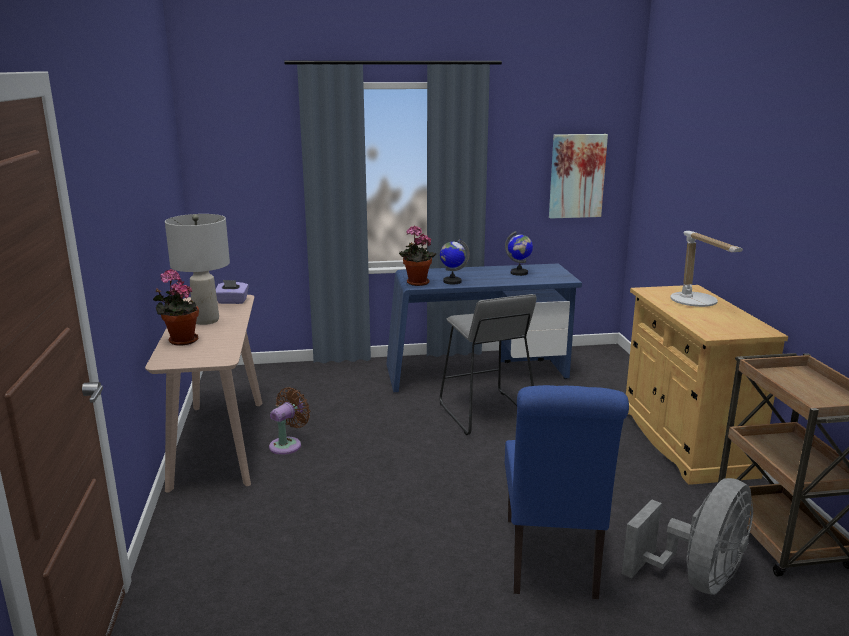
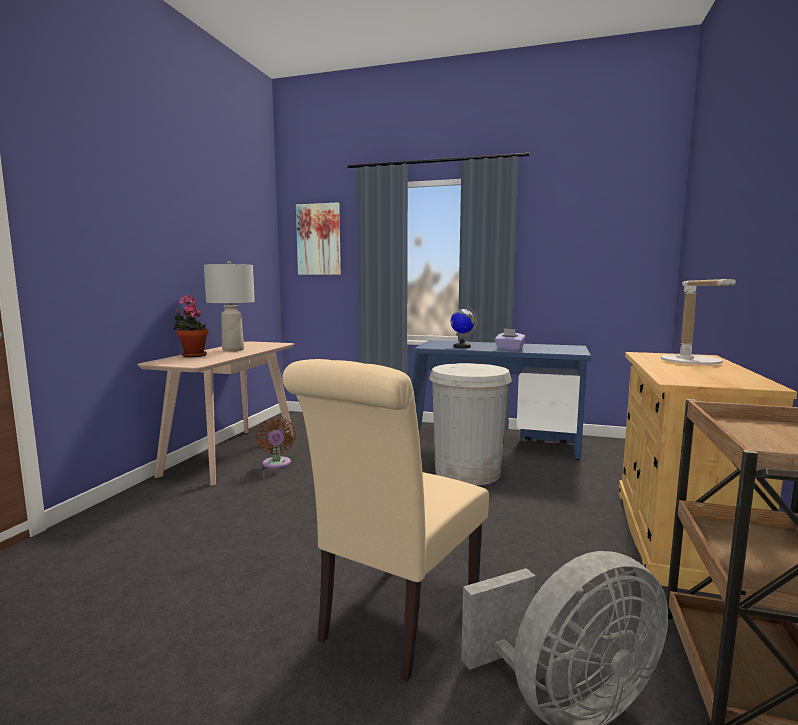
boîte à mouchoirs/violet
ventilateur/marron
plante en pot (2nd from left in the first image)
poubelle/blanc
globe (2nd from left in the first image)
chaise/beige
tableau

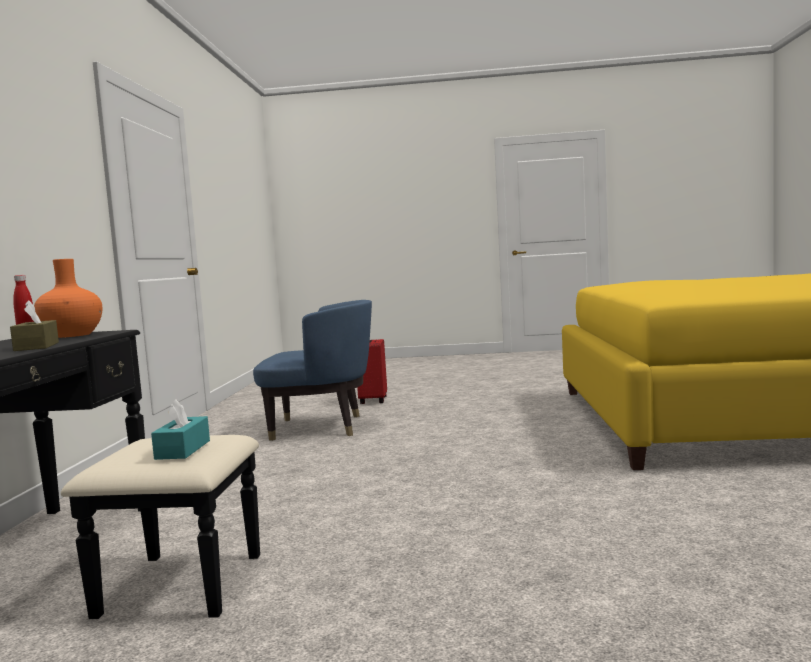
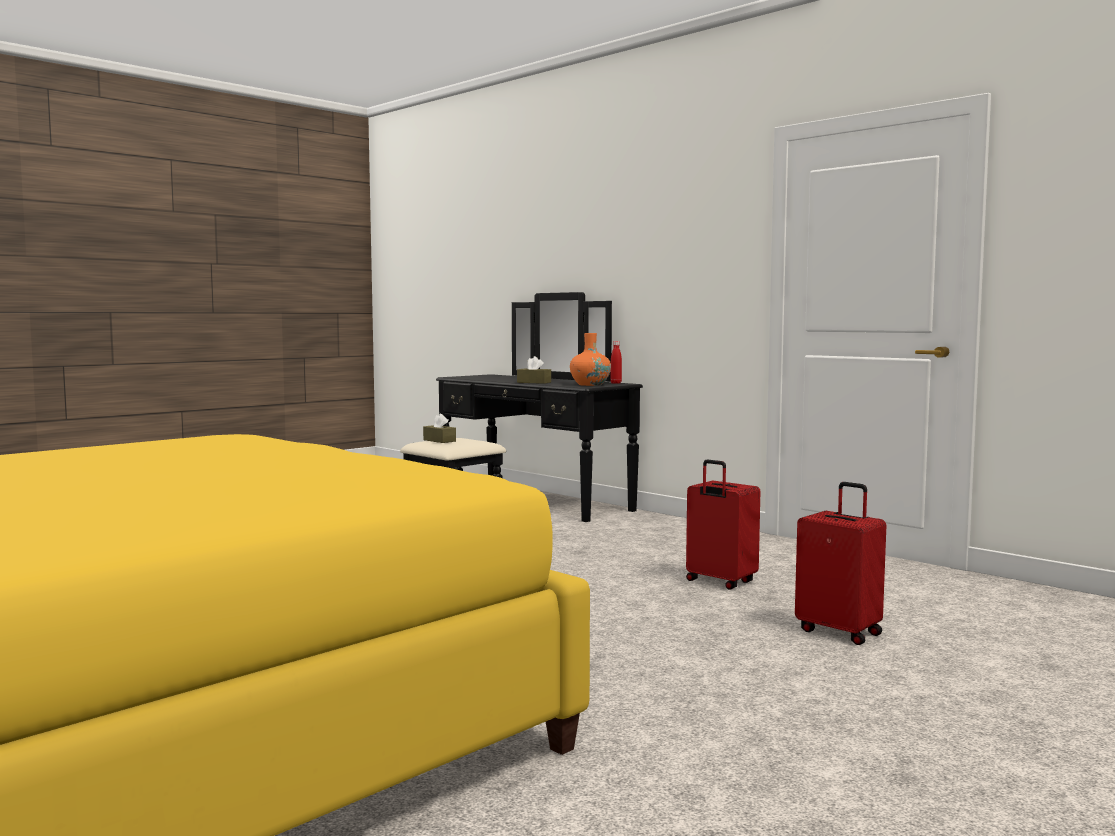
boîte à mouchoirs/marron (1st from left)
valise/rouge (1st from left)

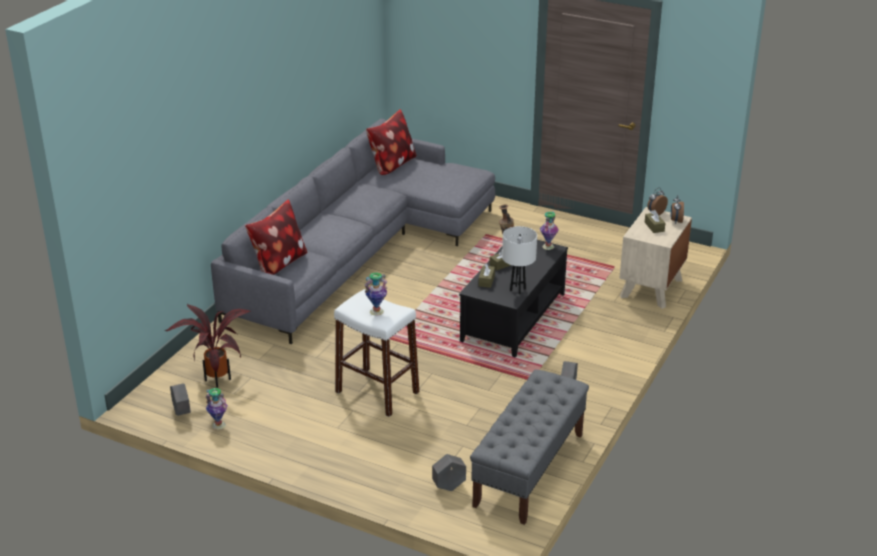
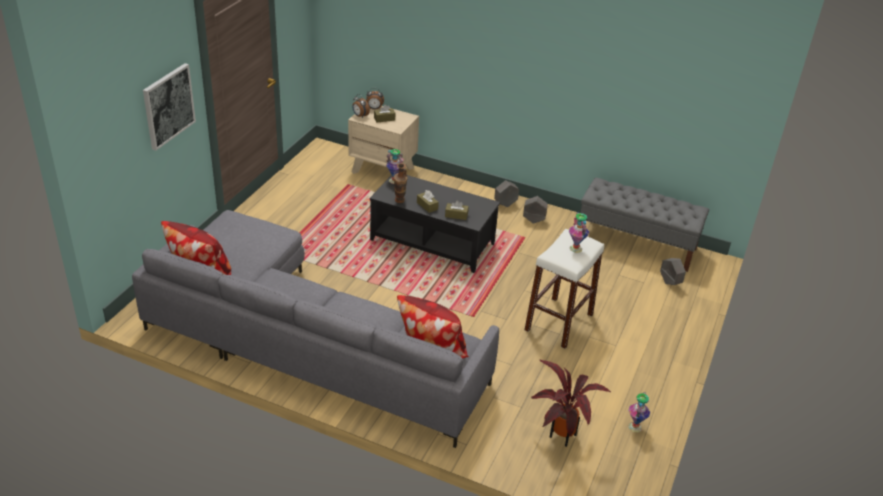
cache-pot/gris (1st from left)
lampe de table/blanc
tableau

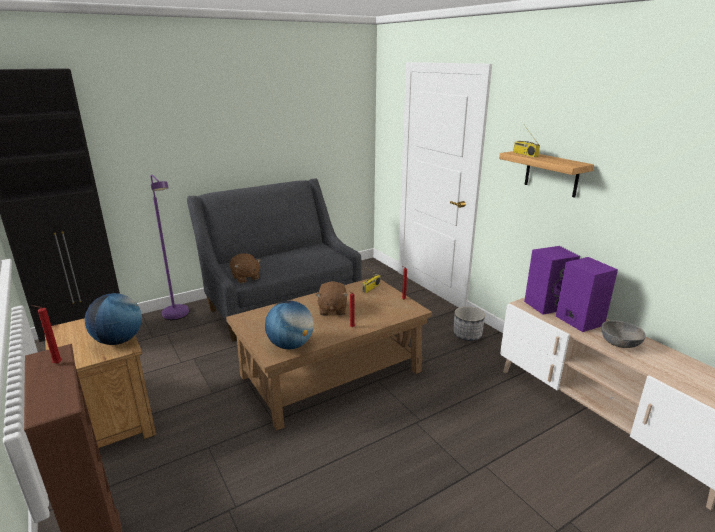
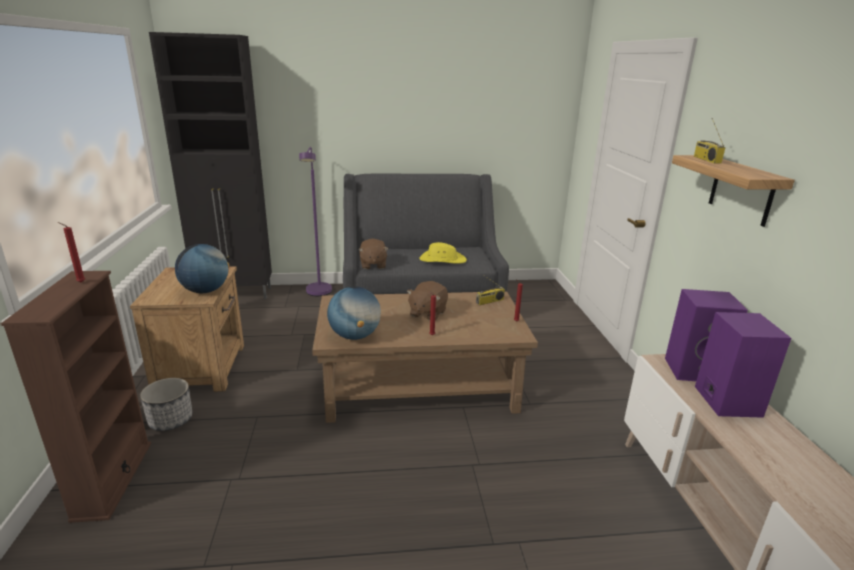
cache-pot
bol/gris
chapeau/jaune

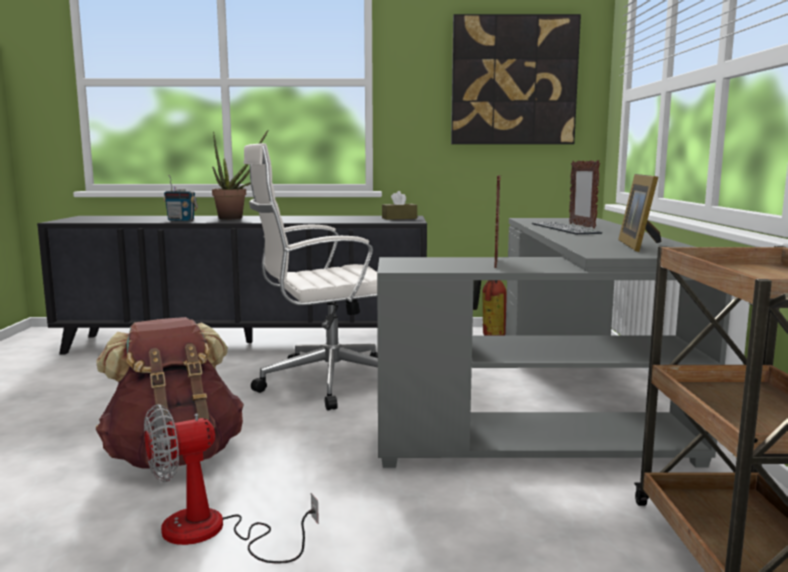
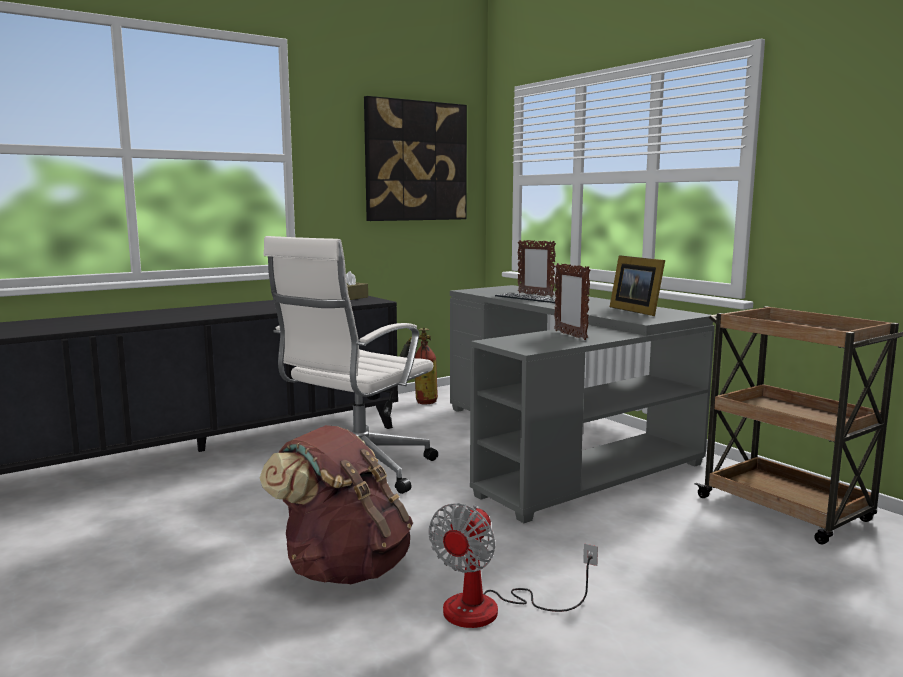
radio
plante en pot

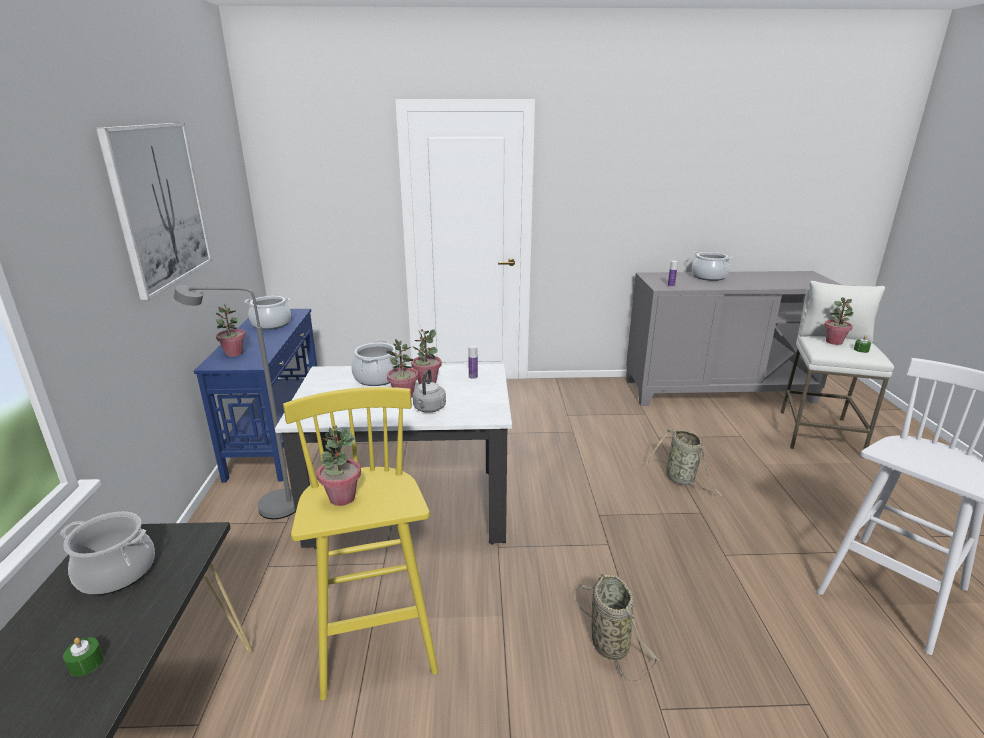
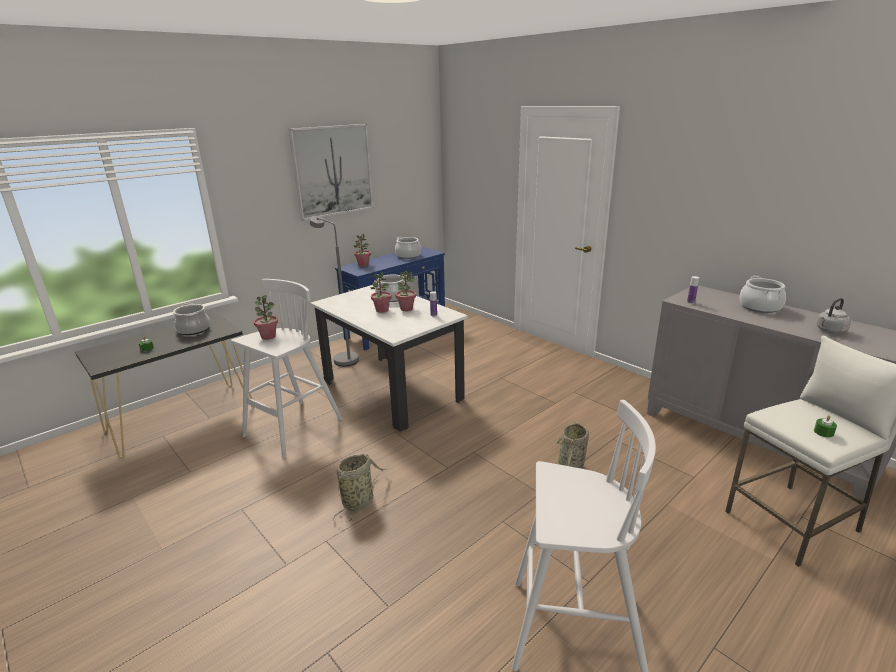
tabouret/blanc (1st from left)
bouilloire/gris
plante en pot (5th from left in the first image)

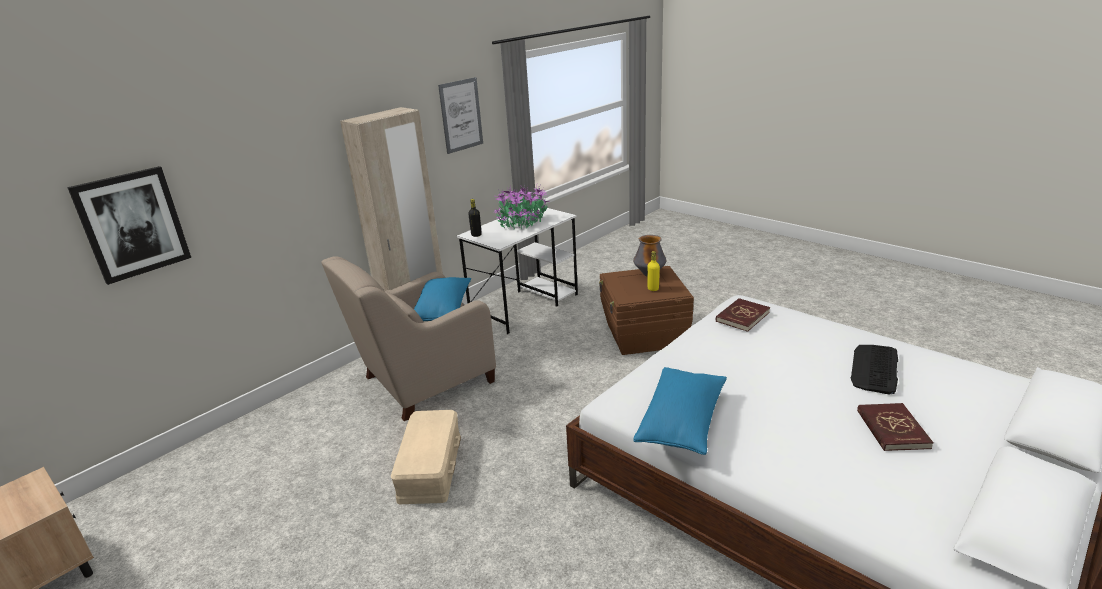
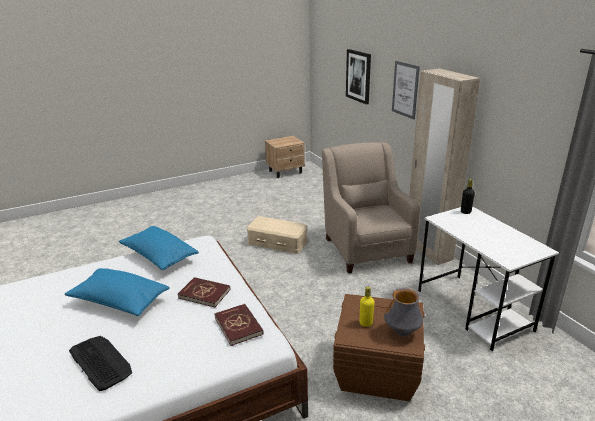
coussin/bleu (1st from left)
tableau (2nd from left)
plante en pot
livre/rouge (1st from left)

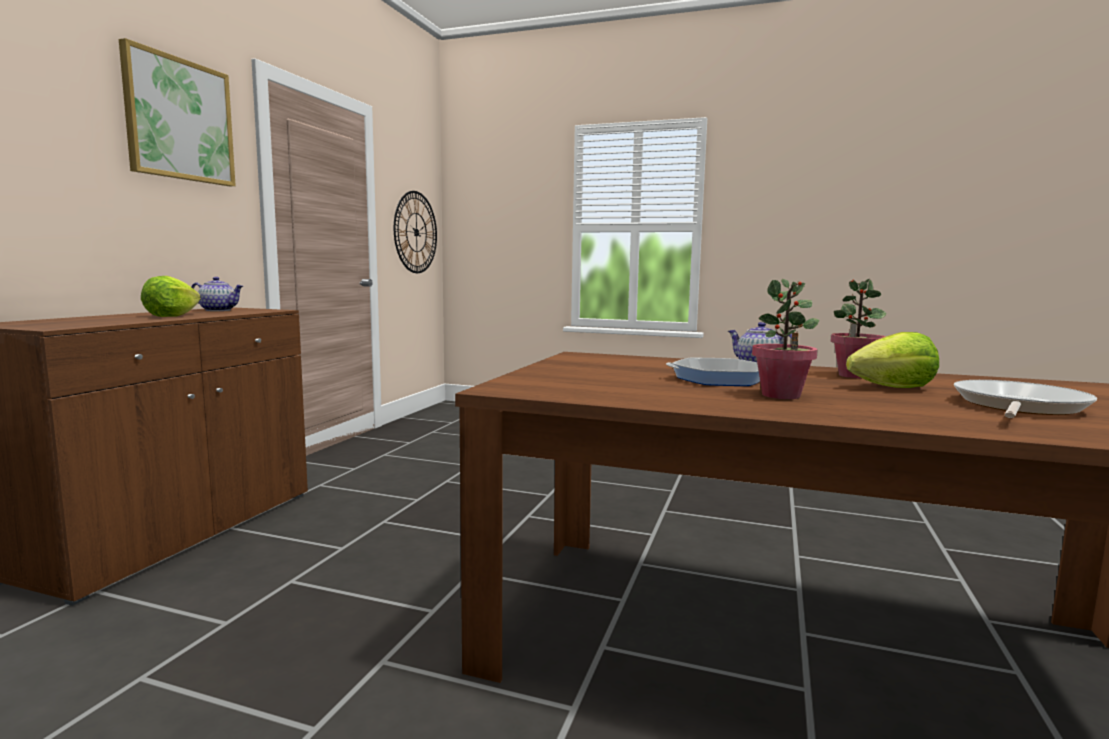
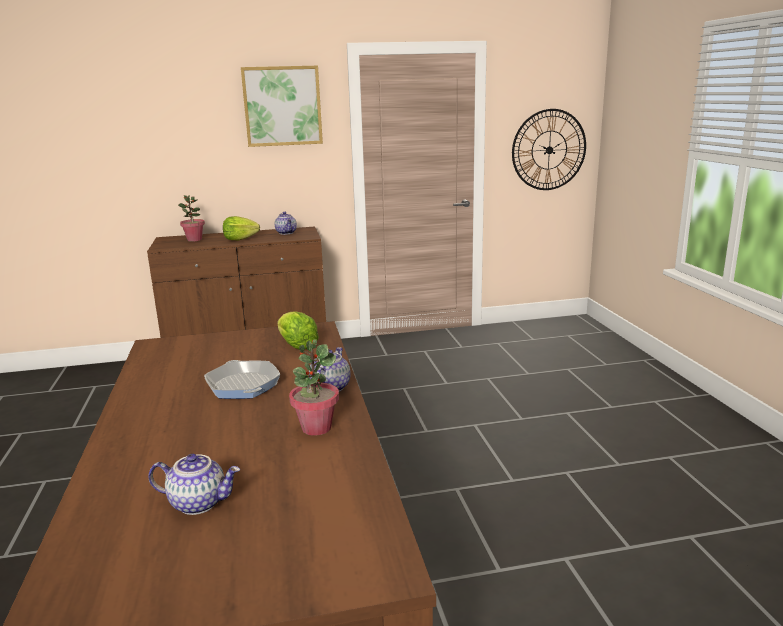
plante en pot (1st from left)
laitue (2nd from left)
théière (1st from left)

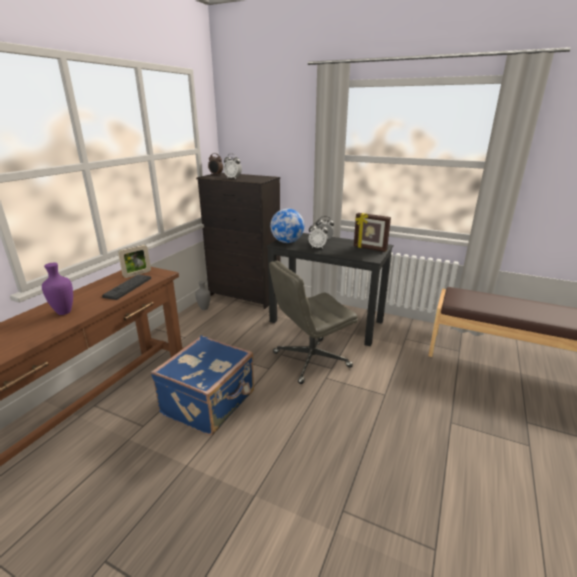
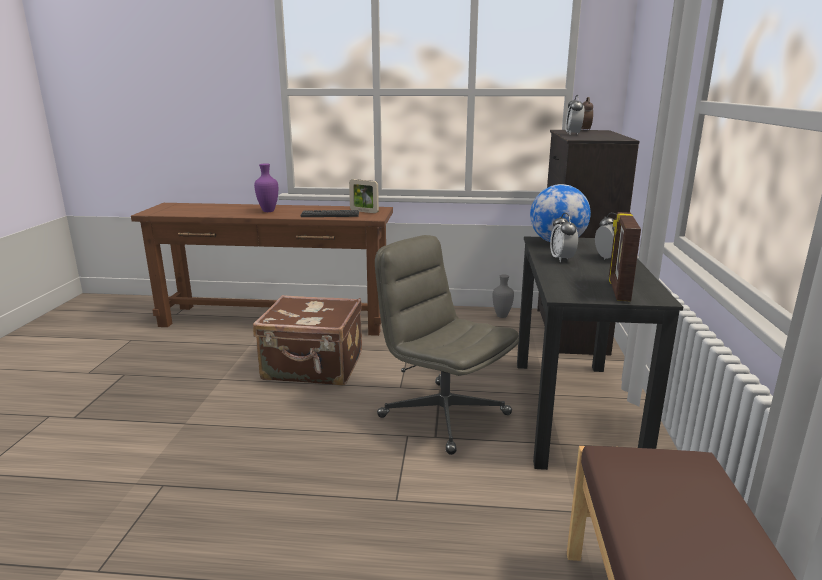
valise/marron

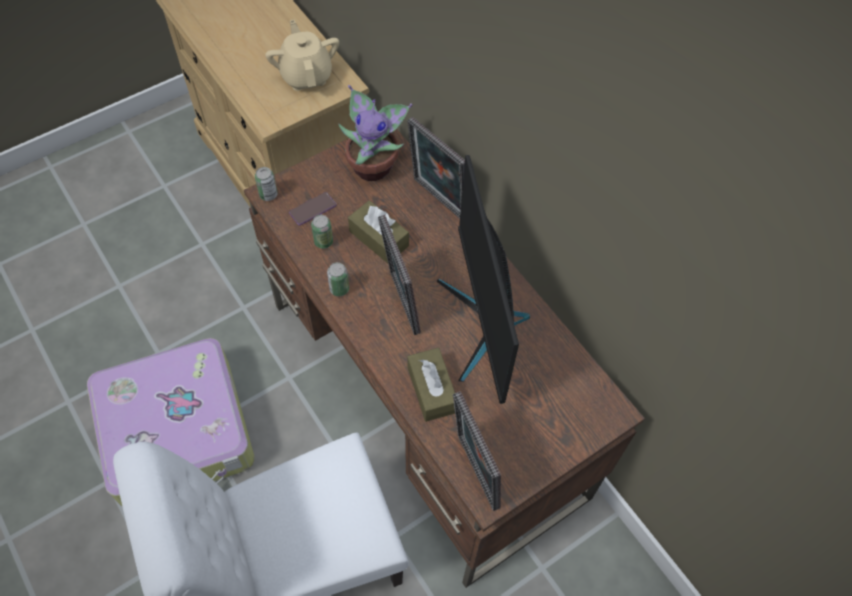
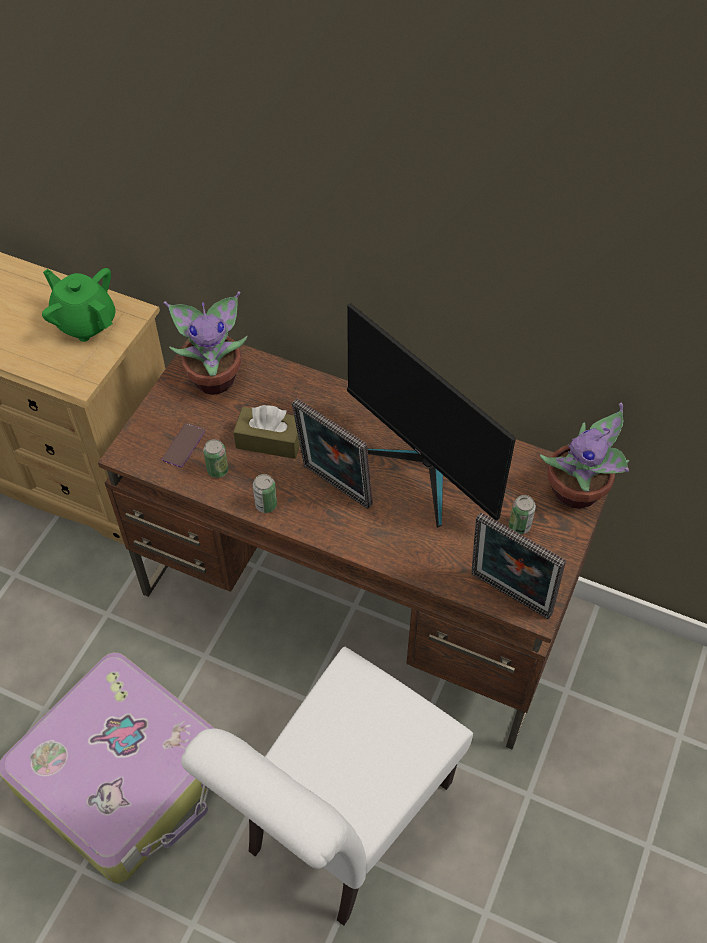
boîte métallique (3rd from left)
théière/vert
cadre photo (2nd from left in the first image)
boîte à mouchoirs/marron (2nd from left in the first image)
plante en pot (2nd from left)

